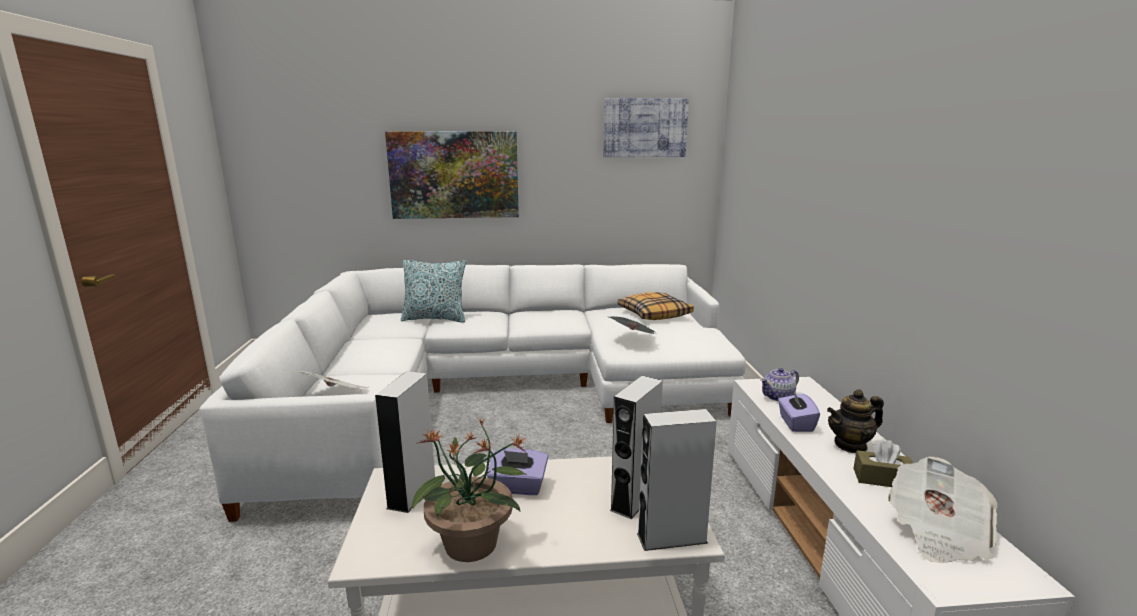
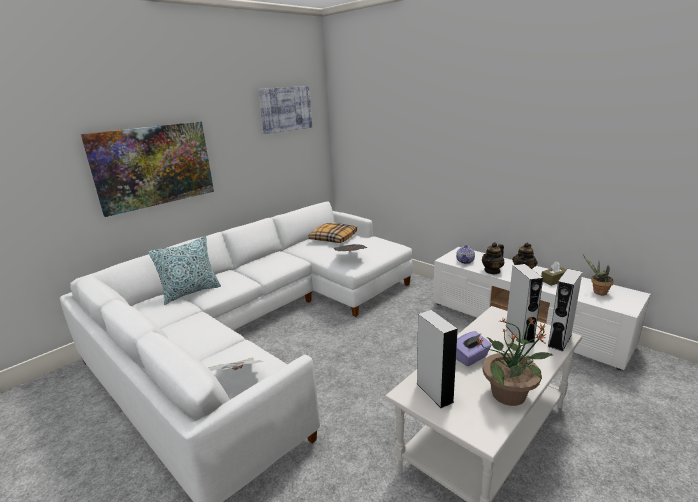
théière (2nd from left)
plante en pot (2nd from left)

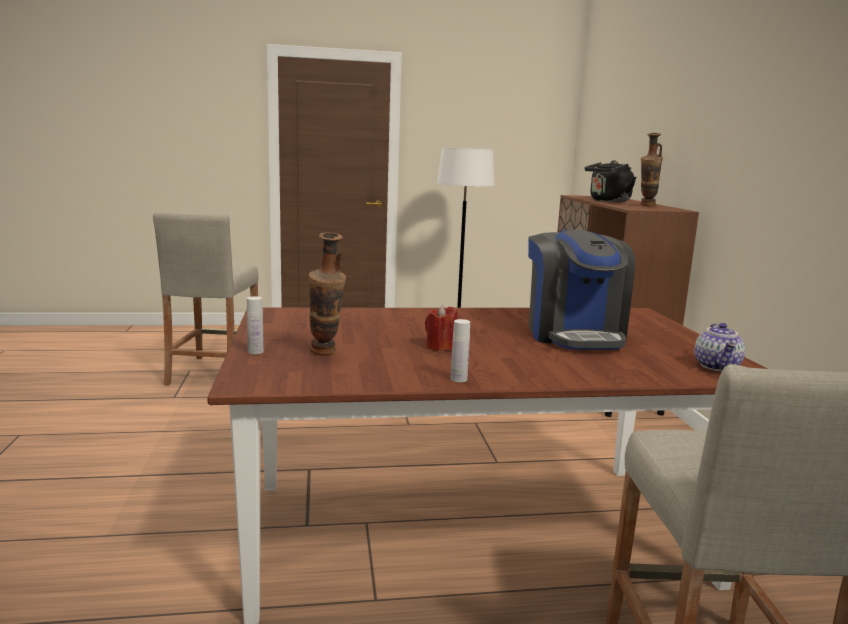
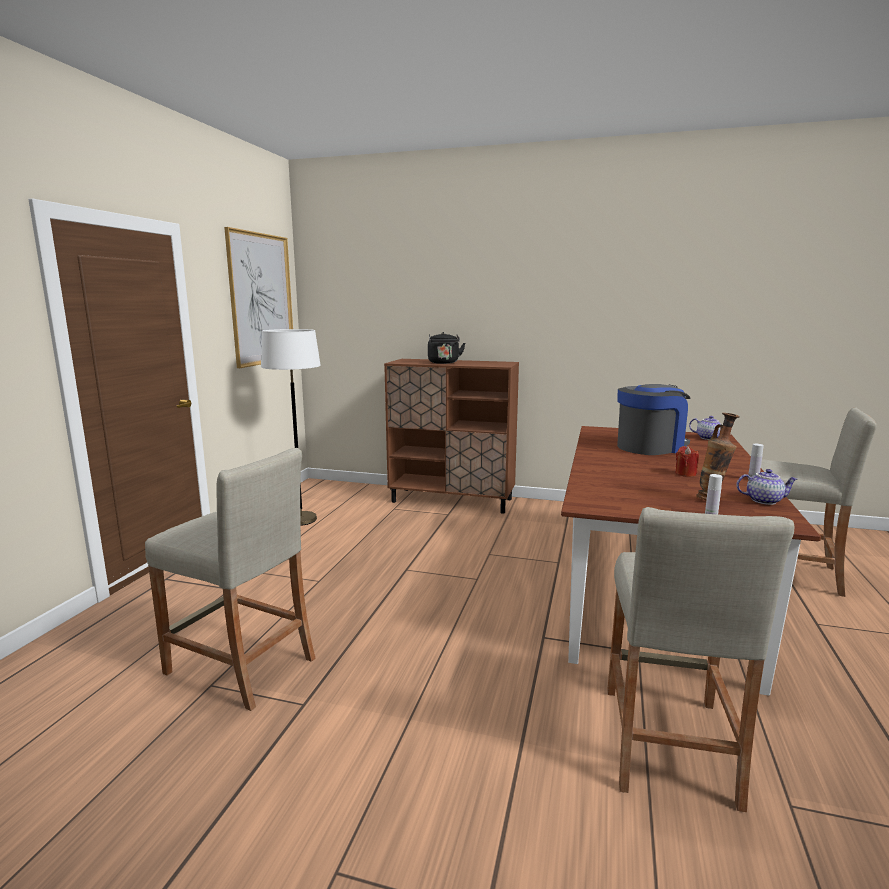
machine à café
vase (2nd from left in the first image)
tableau
tabouret/beige (2nd from left)
théière (2nd from left)

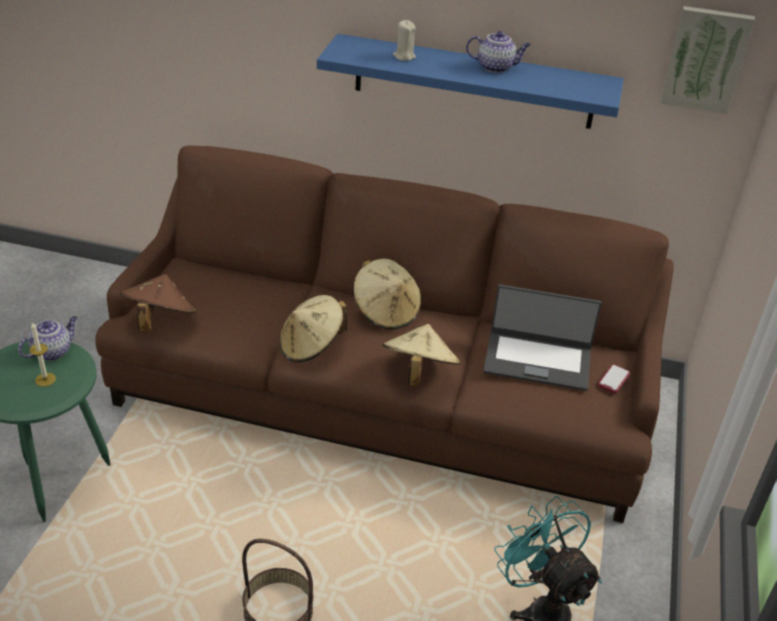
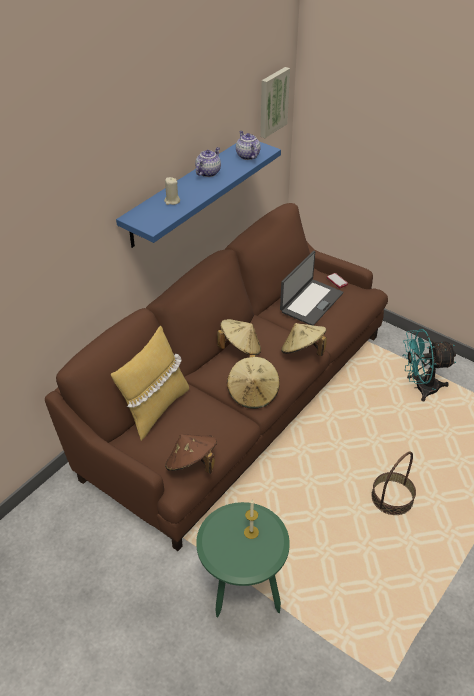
théière (2nd from left)
coussin/jaune

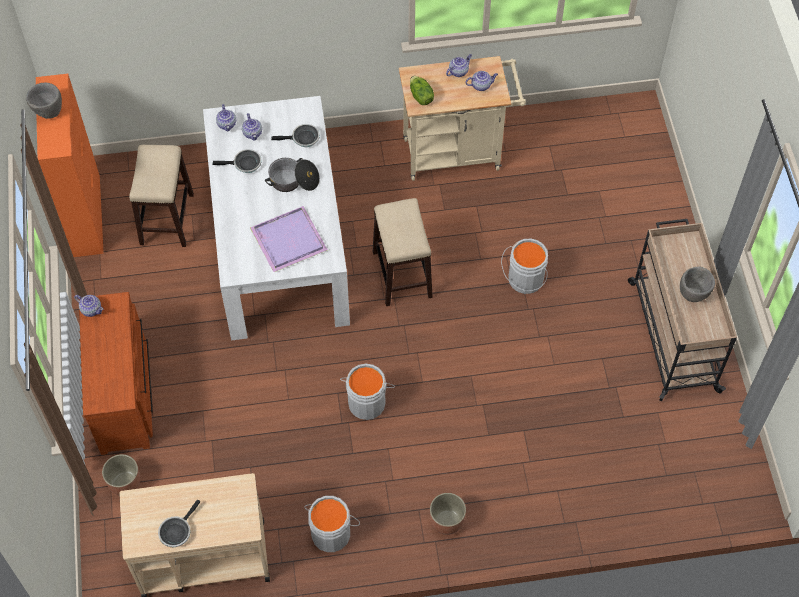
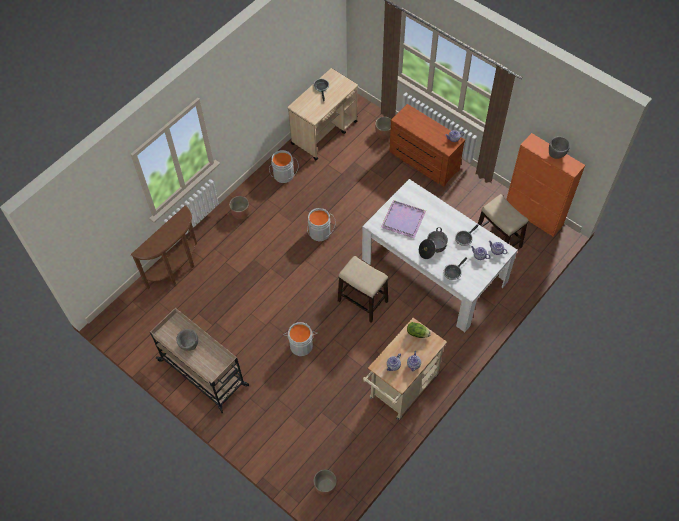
table console/marron
cache-pot (2nd from left)

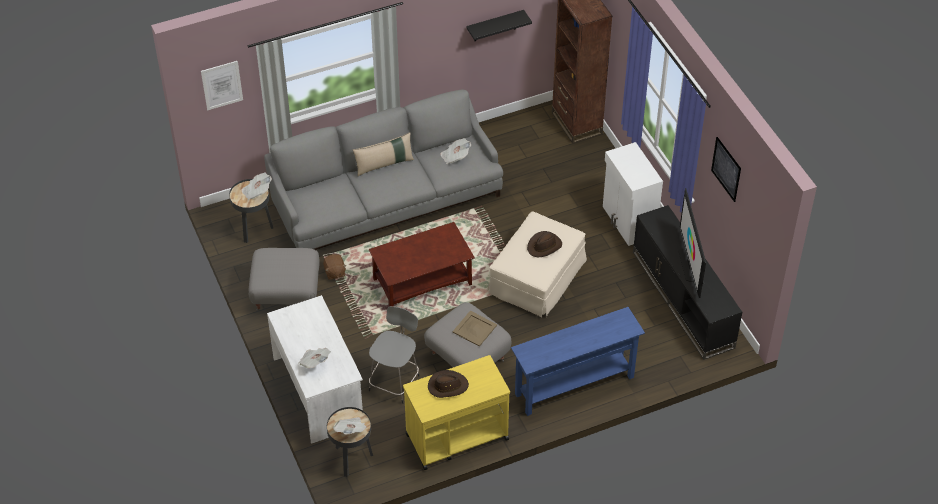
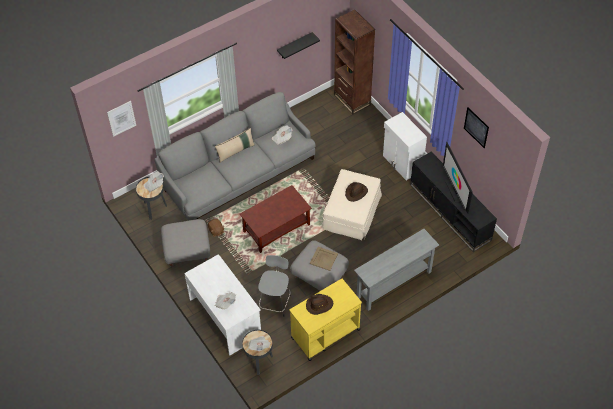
table console/gris

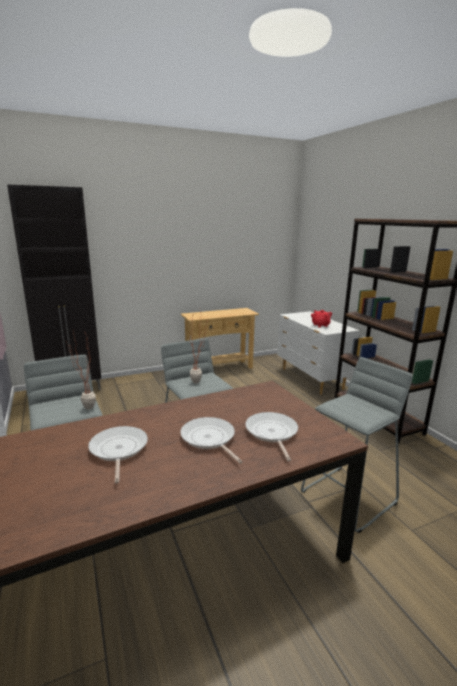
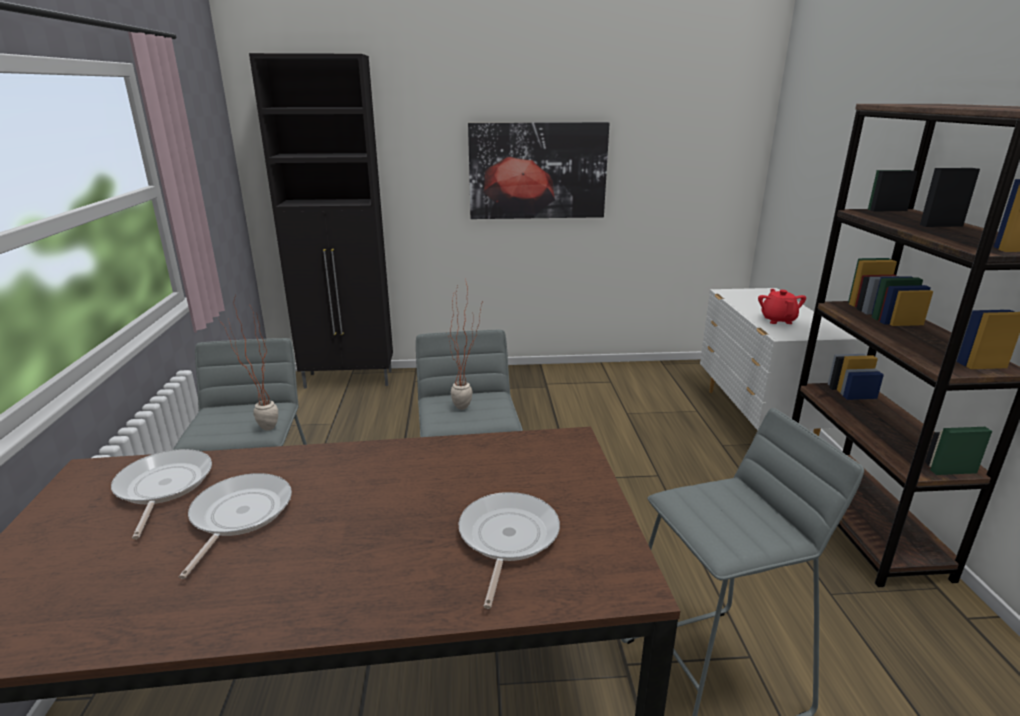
poêle (1st from left)
table console/beige
tableau

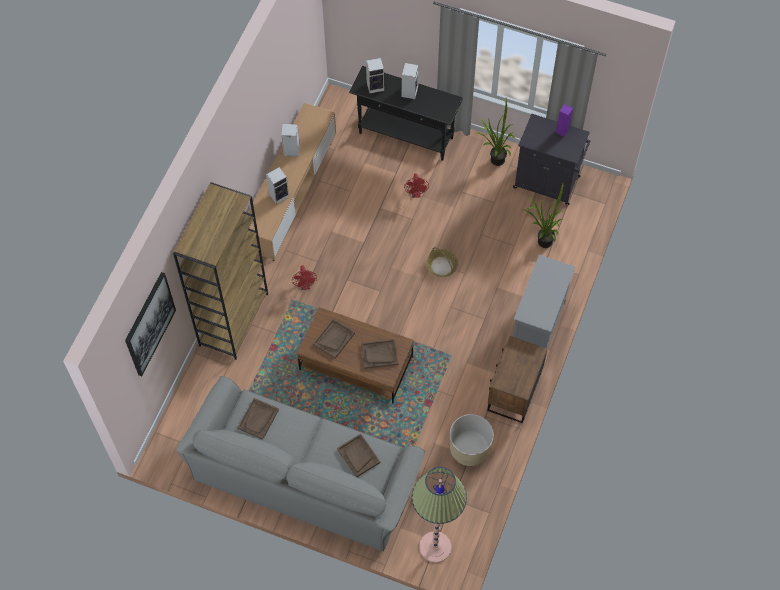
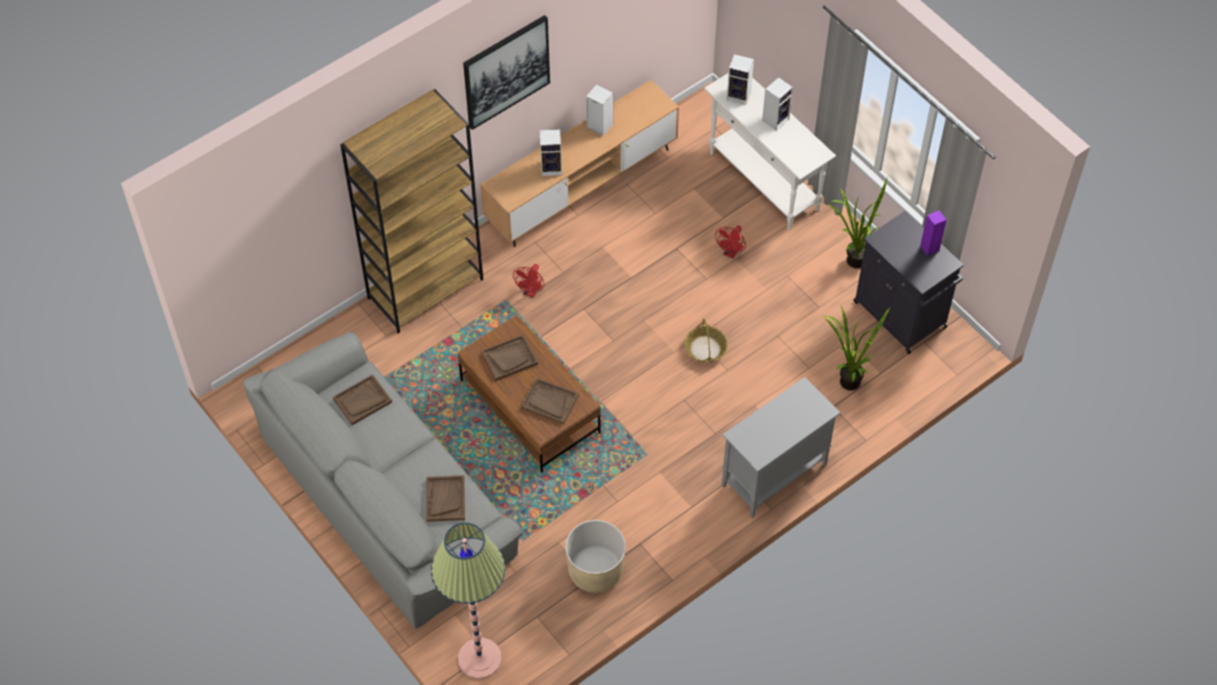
tableau
table console/blanc
table de chevet/marron

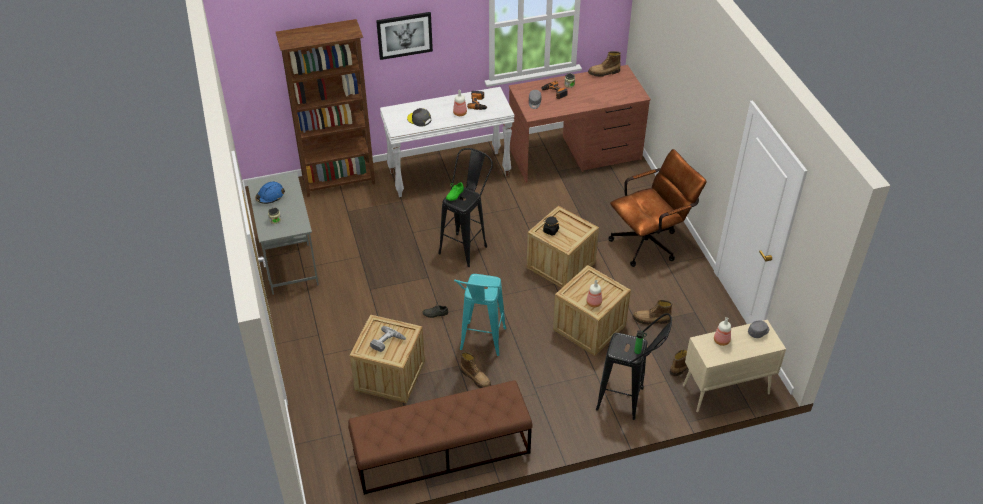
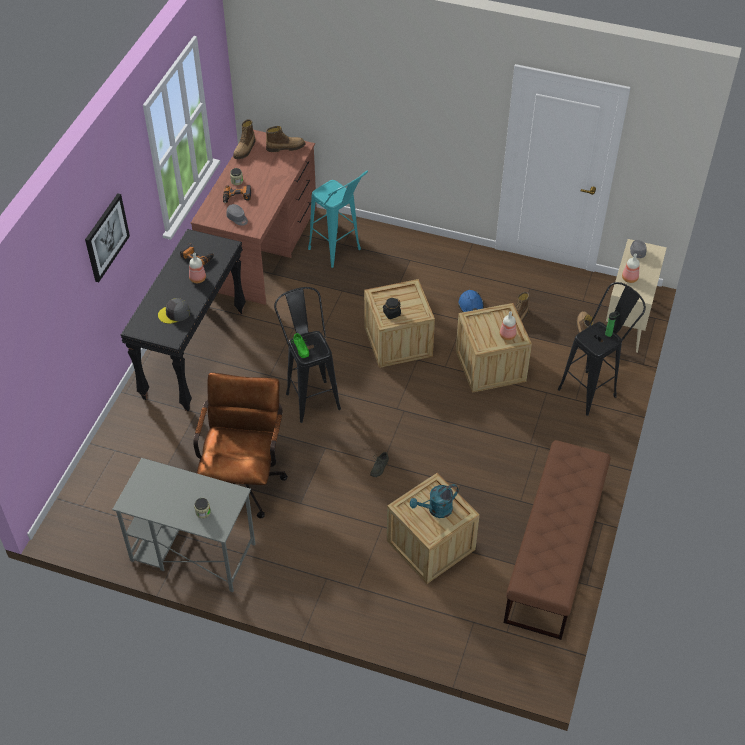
casque de chantier/bleu
bibliothèque/marron
arrosoir/turquoise
table console/noir
tabouret/turquoise
botte (2nd from left)
chaise de bureau/marron

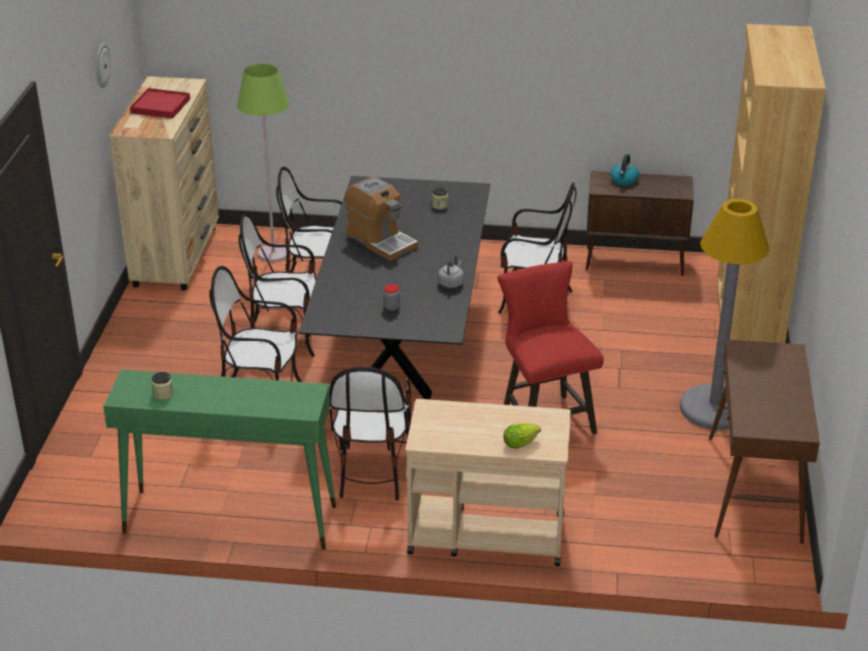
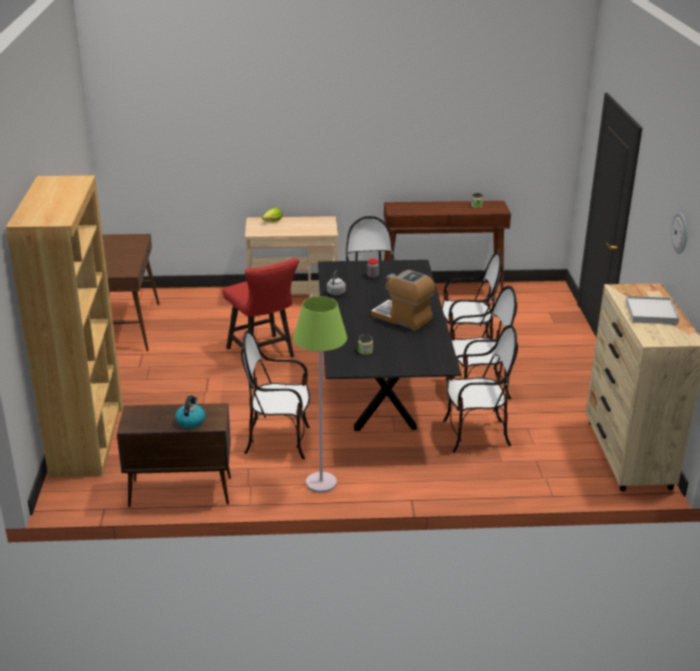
table console/marron (2nd from left)
plateau/blanc
lampadaire/vert
lampadaire/gris

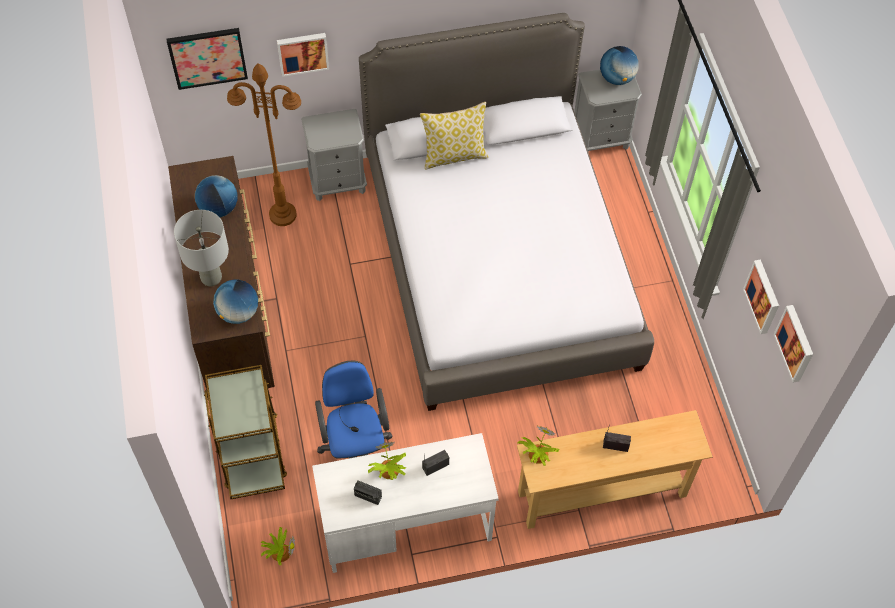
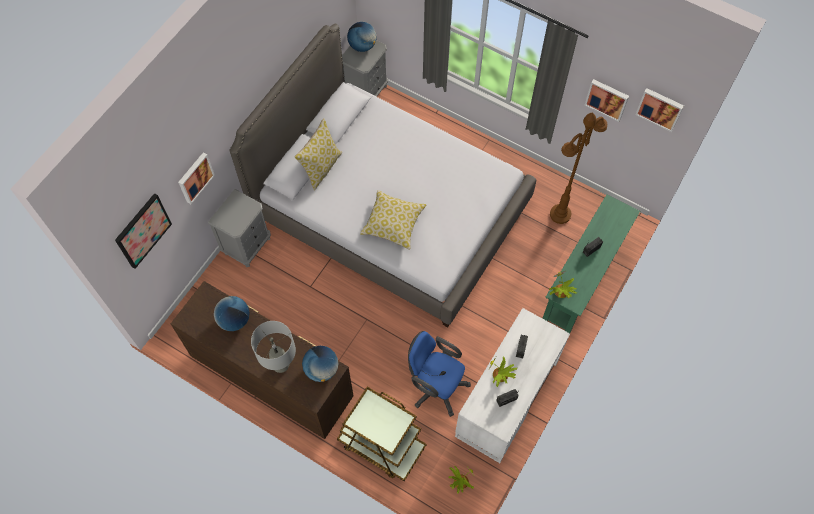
lampadaire/marron
table console/vert
coussin (2nd from left)

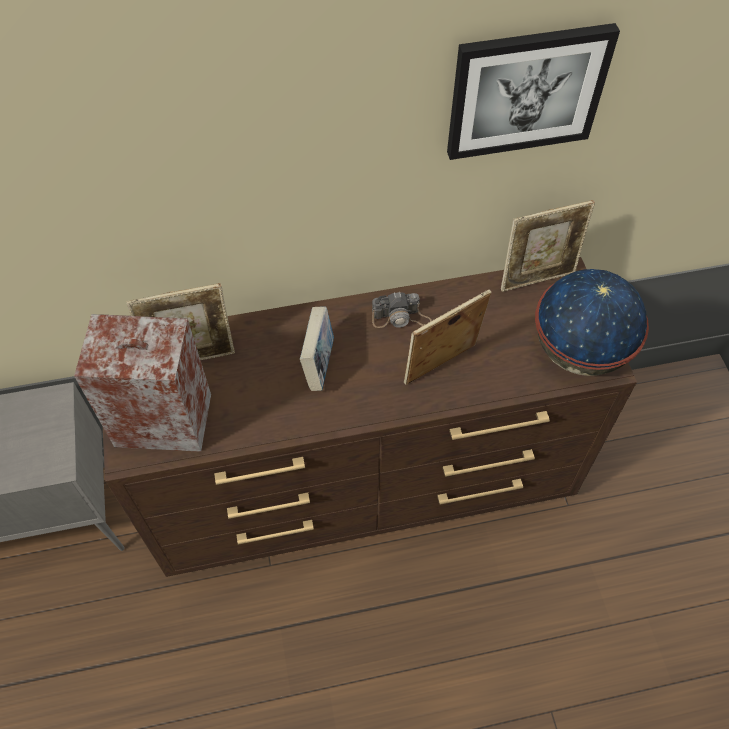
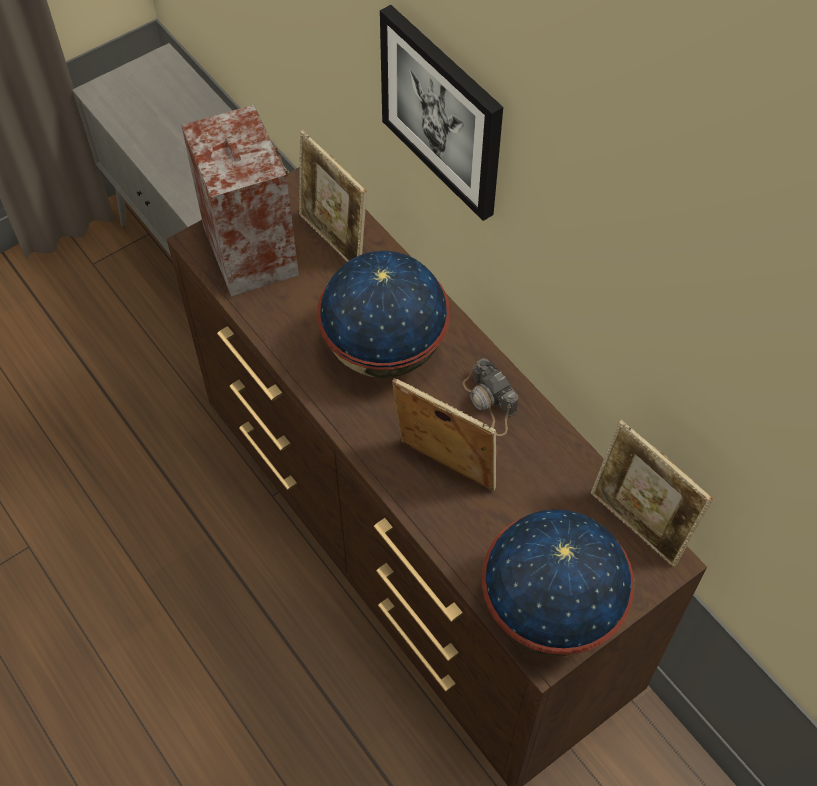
globe (1st from left)
tableau

